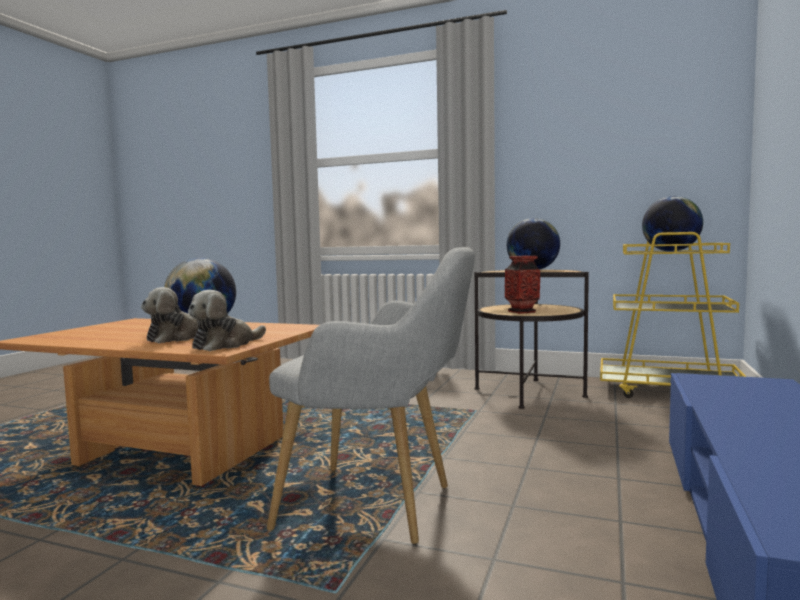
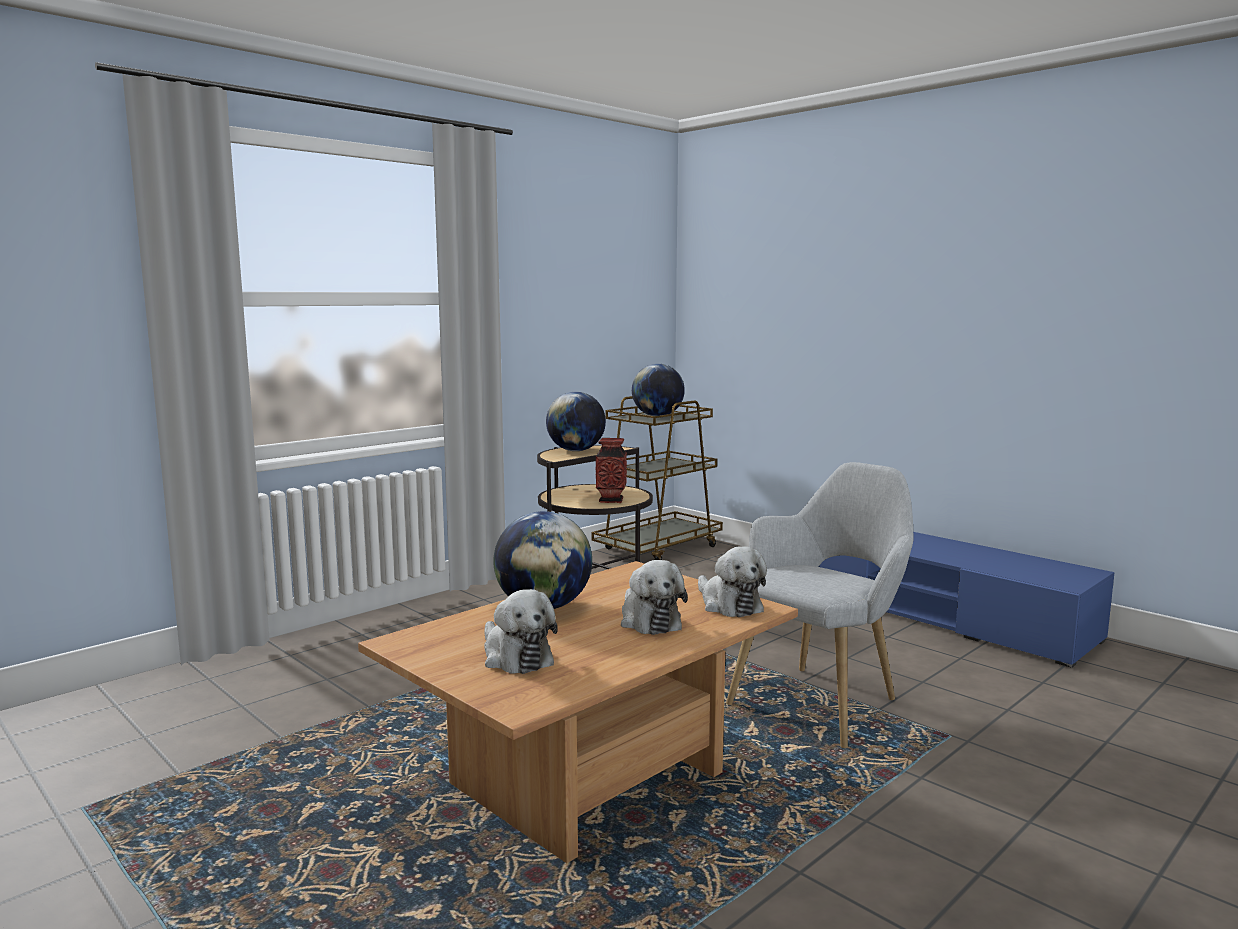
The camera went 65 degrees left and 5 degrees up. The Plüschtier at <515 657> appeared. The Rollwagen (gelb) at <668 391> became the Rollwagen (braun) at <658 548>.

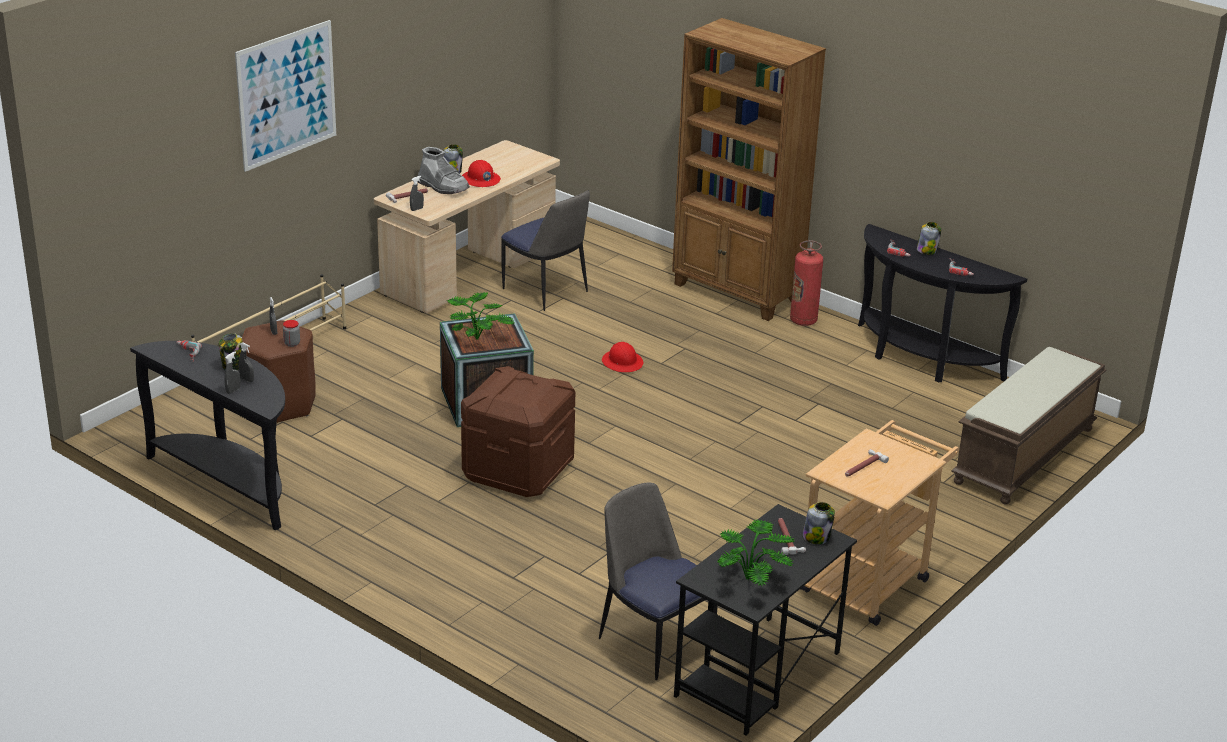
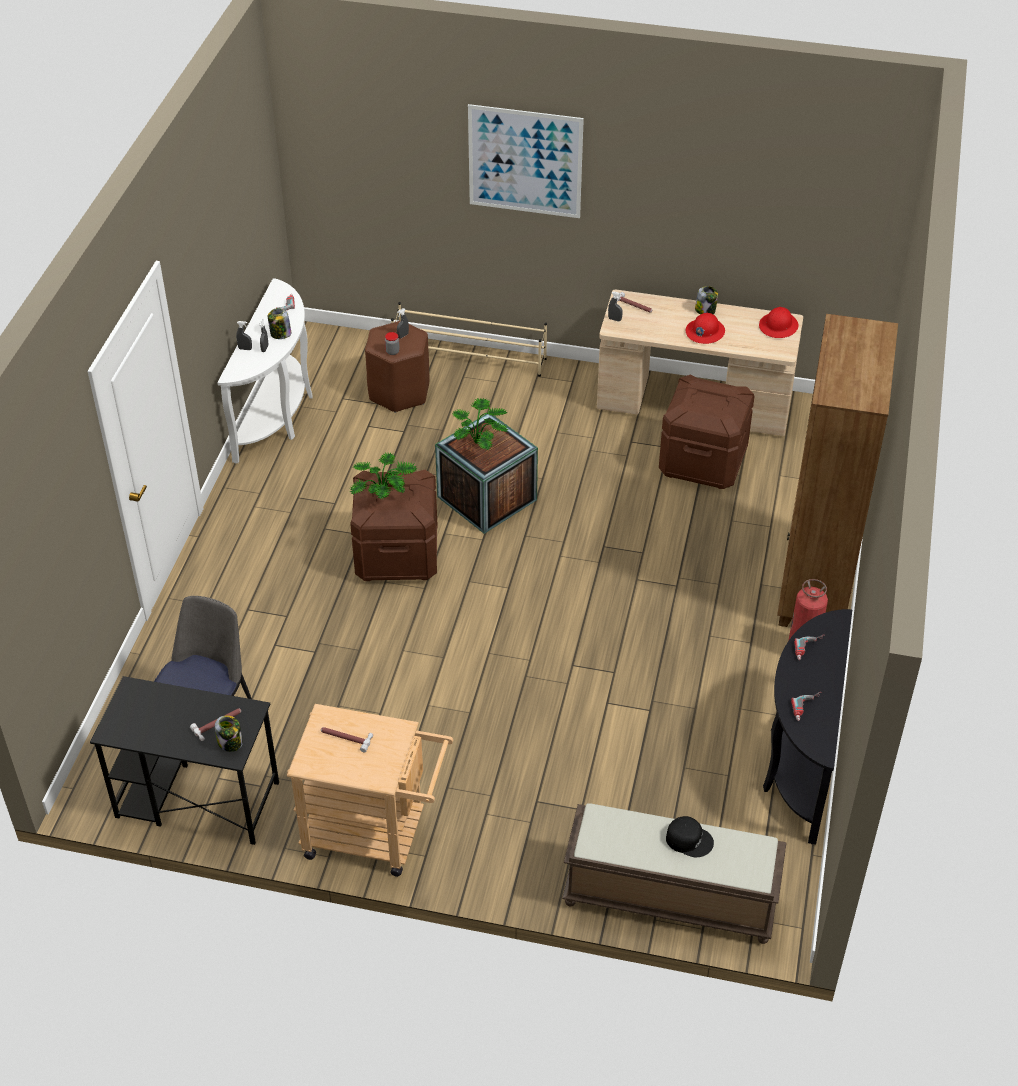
The camera went 65 degrees right and 15 degrees up. The Stiefel (grau) at <443 187> disappeared. The Vorratsglas at <927 250> disappeared. The Kappe (schwarz) at <689 839> appeared. The Schutzhelm (rot) moved from <622 362> to <778 326>. The Topfpflanze moved from <753 579> to <384 495>. The Stuhl at <546 291> was replaced by the Aufbewahrungsbox (braun) at <702 462>. The Konsolentisch (schwarz) at <230 483> became the Konsolentisch (weiß) at <278 414>.

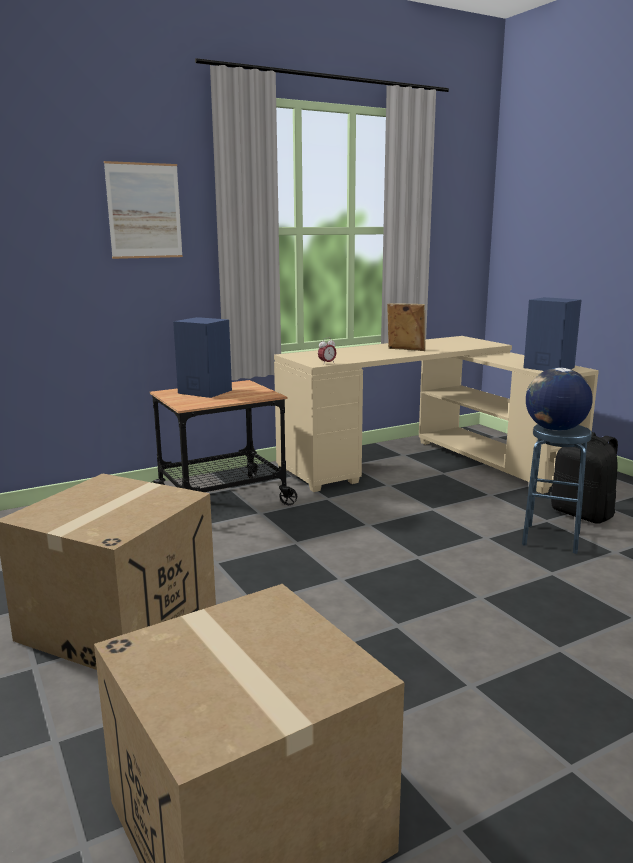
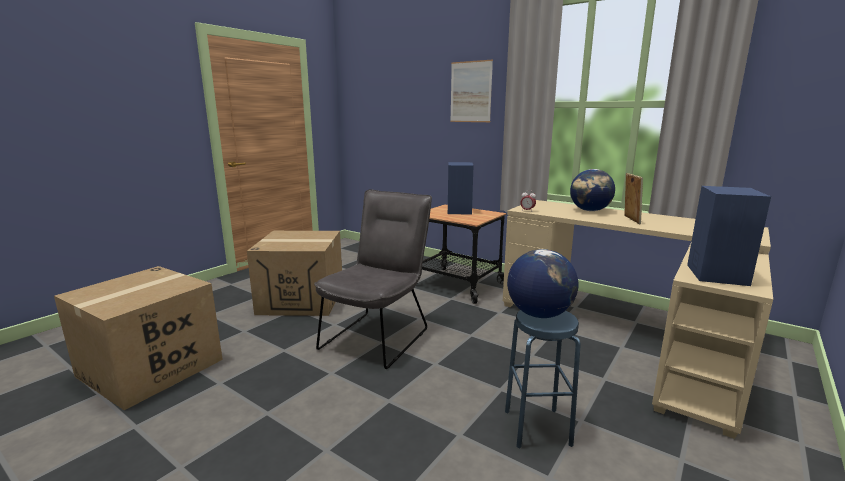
The camera went 65 degrees right and 0 degrees up. The Rucksack (schwarz) at <583 514> disappeared. The Stuhl (grau) at <379 335> appeared. The Globus at <590 210> appeared.

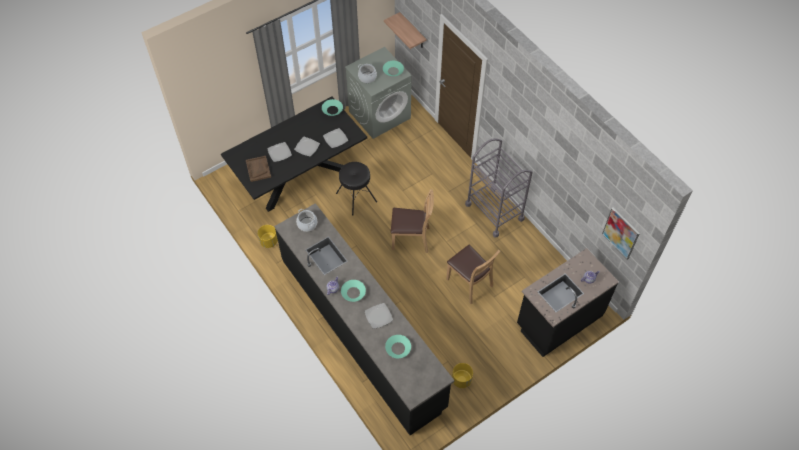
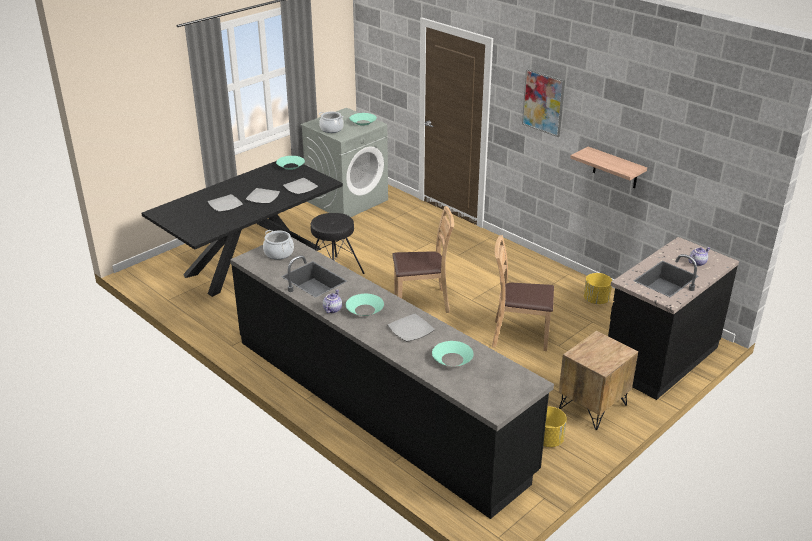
The camera went 10 degrees left and 25 degrees down. The Tablett (braun) at <258 169> disappeared. The Rollwagen (grau) at <494 211> disappeared. The Nachttisch (braun) at <593 407> appeared. The Pflanzkübel (gelb) moved from <269 241> to <596 300>. The Wandregal moved from <412 31> to <615 168>. The Bild moved from <621 233> to <543 102>. The Stuhl (braun) at <469 283> turned 150 degrees clockwise.

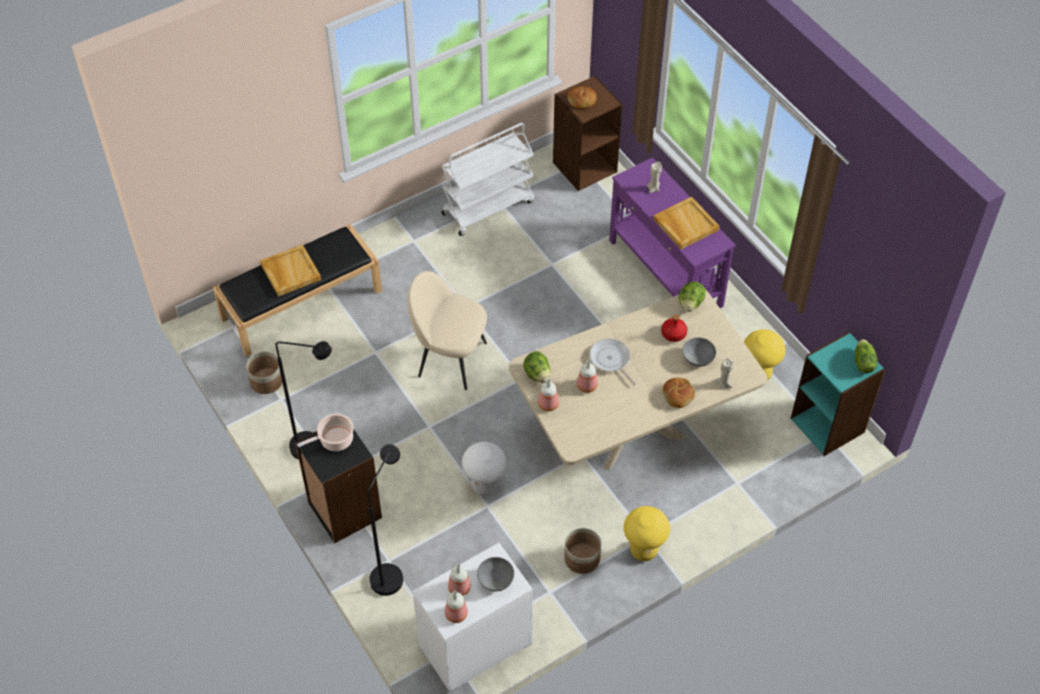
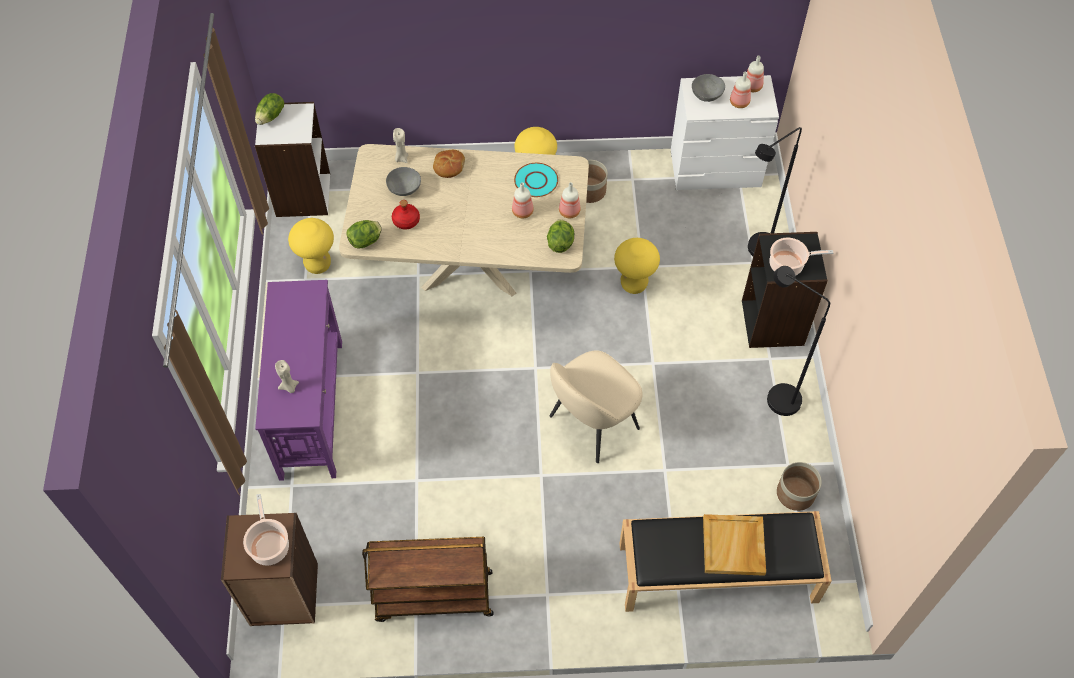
The camera went 150 degrees left and 5 degrees up. The Pfanne at <611 360> disappeared. The Tablett (beige) at <685 224> disappeared. The Teller (türkis) at <536 180> appeared. The Brot at <582 101> was replaced by the Kochtopf at <269 545>. The Rollwagen (weiß) at <488 207> became the Rollwagen (braun) at <433 597>. The Hocker (weiß) at <485 486> became the Hocker (gelb) at <633 284>. The Bücherregal (türkis) at <828 425> became the Bücherregal (weiß) at <302 195>. The Stuhl (beige) at <450 358> turned 90 degrees clockwise.

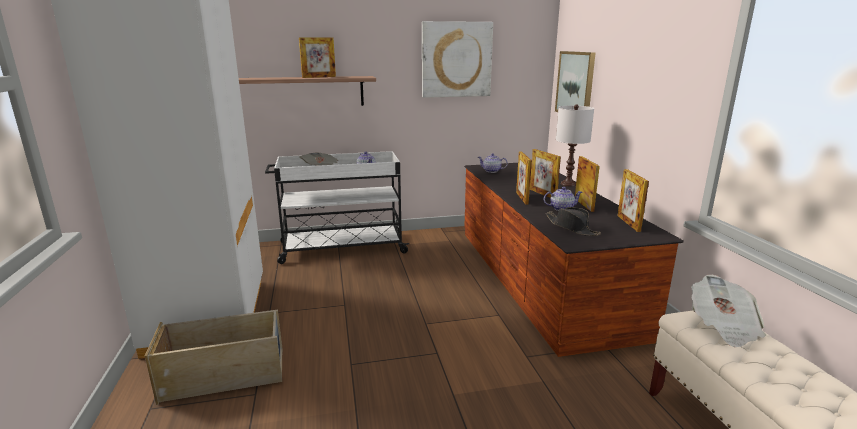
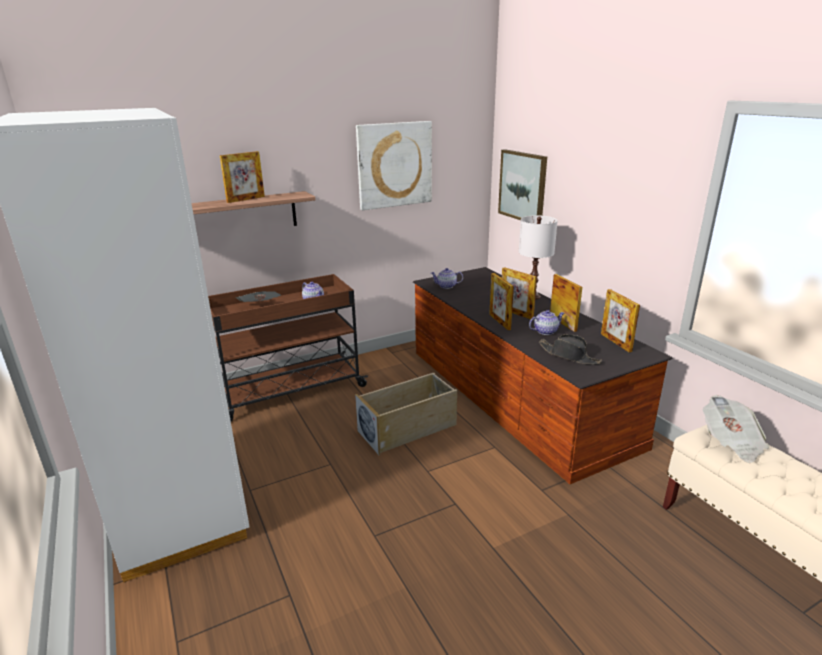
The camera went 15 degrees left and 5 degrees up. The Aufbewahrungsbox (beige) moved from <225 375> to <408 428>. The Rollwagen (weiß) at <341 248> became the Rollwagen (braun) at <289 390>.

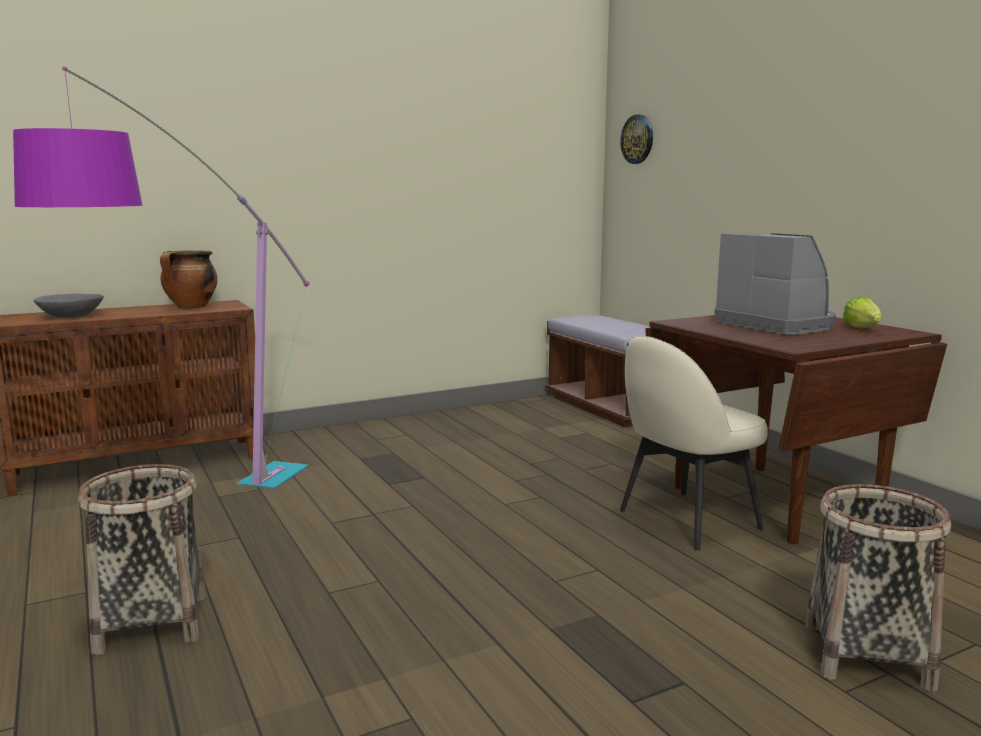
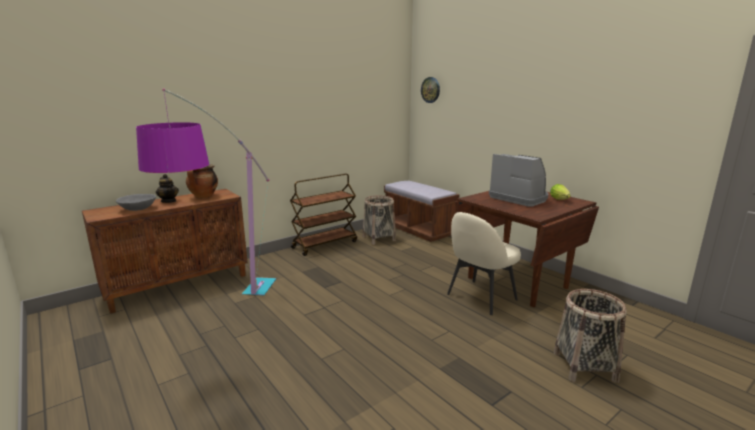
The camera went 10 degrees left and 5 degrees up. The Teekanne at <169 201> appeared. The Rollwagen (braun) at <325 244> appeared. The Korb moved from <152 622> to <379 238>.

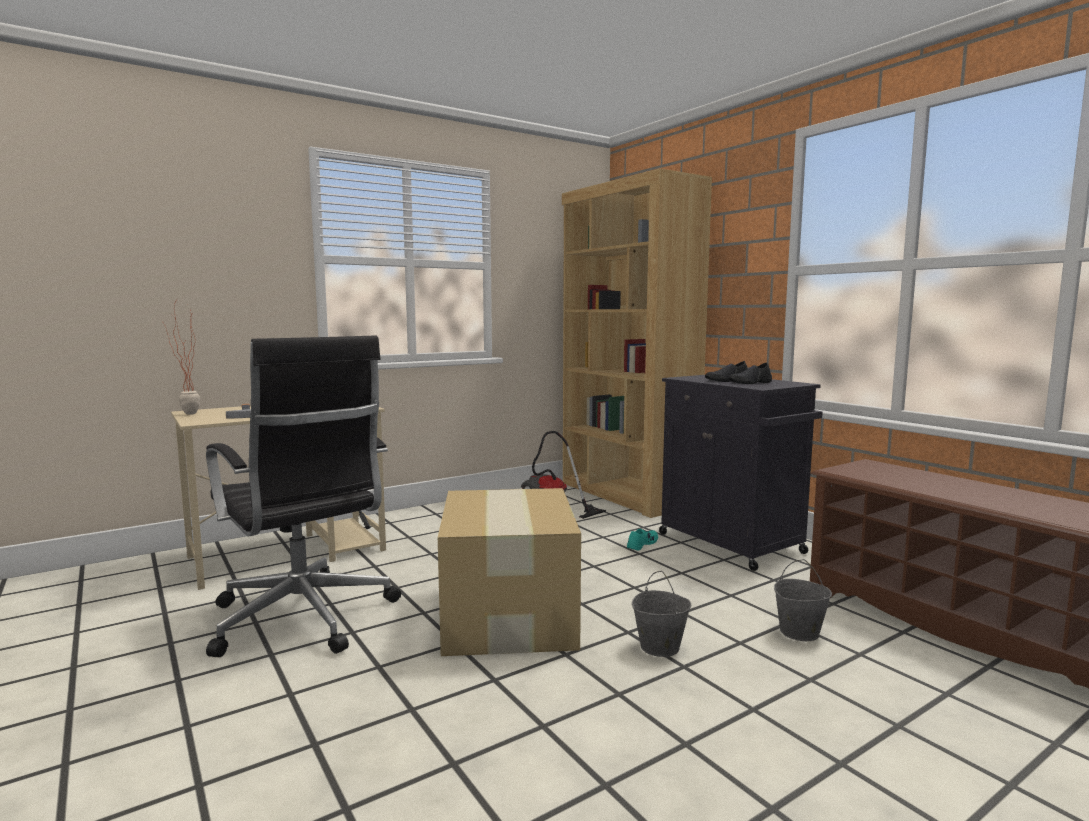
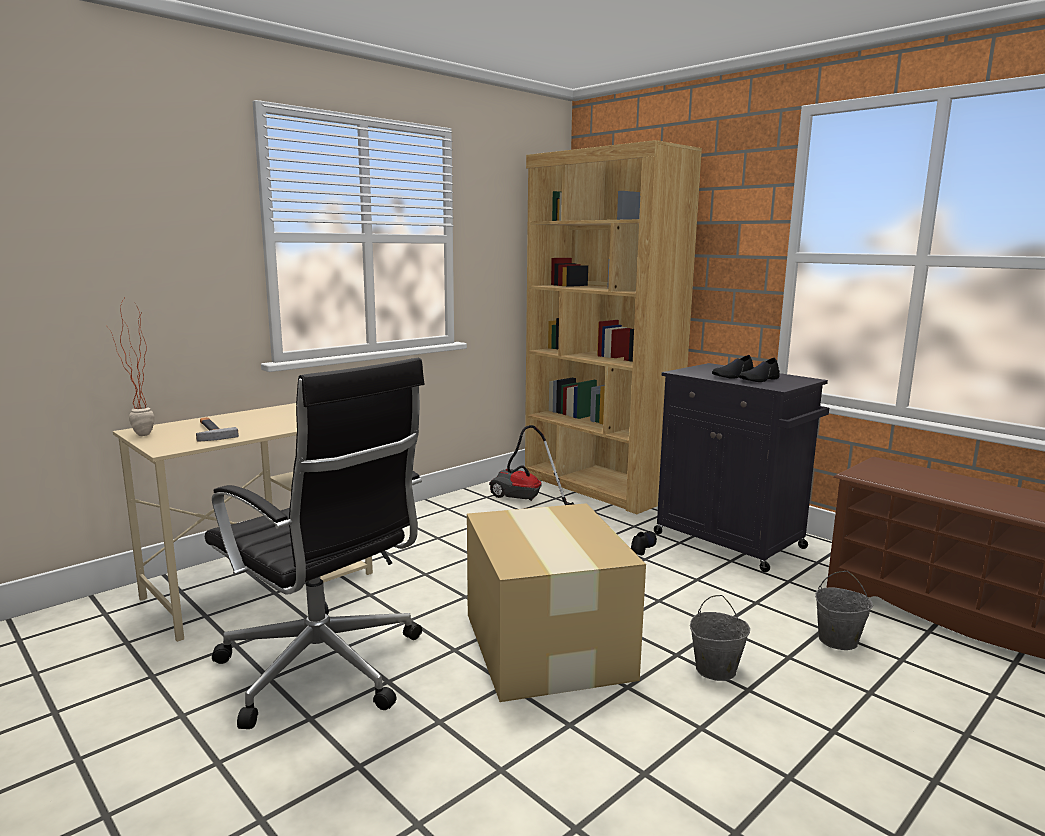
The camera went 10 degrees left and 5 degrees up. The Schuh (türkis) at <642 544> became the Schuh (schwarz) at <642 547>.

